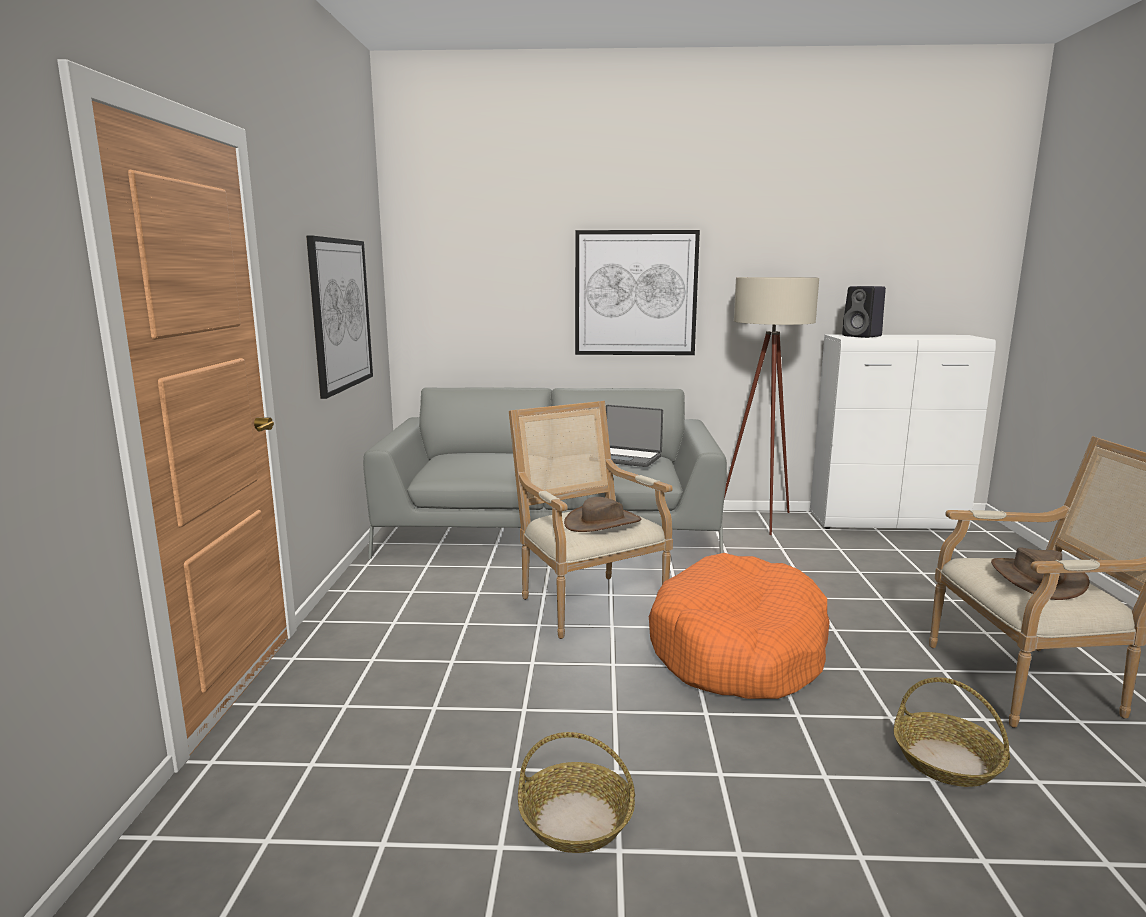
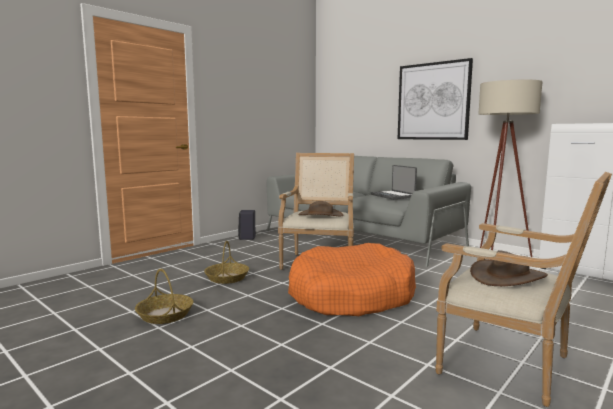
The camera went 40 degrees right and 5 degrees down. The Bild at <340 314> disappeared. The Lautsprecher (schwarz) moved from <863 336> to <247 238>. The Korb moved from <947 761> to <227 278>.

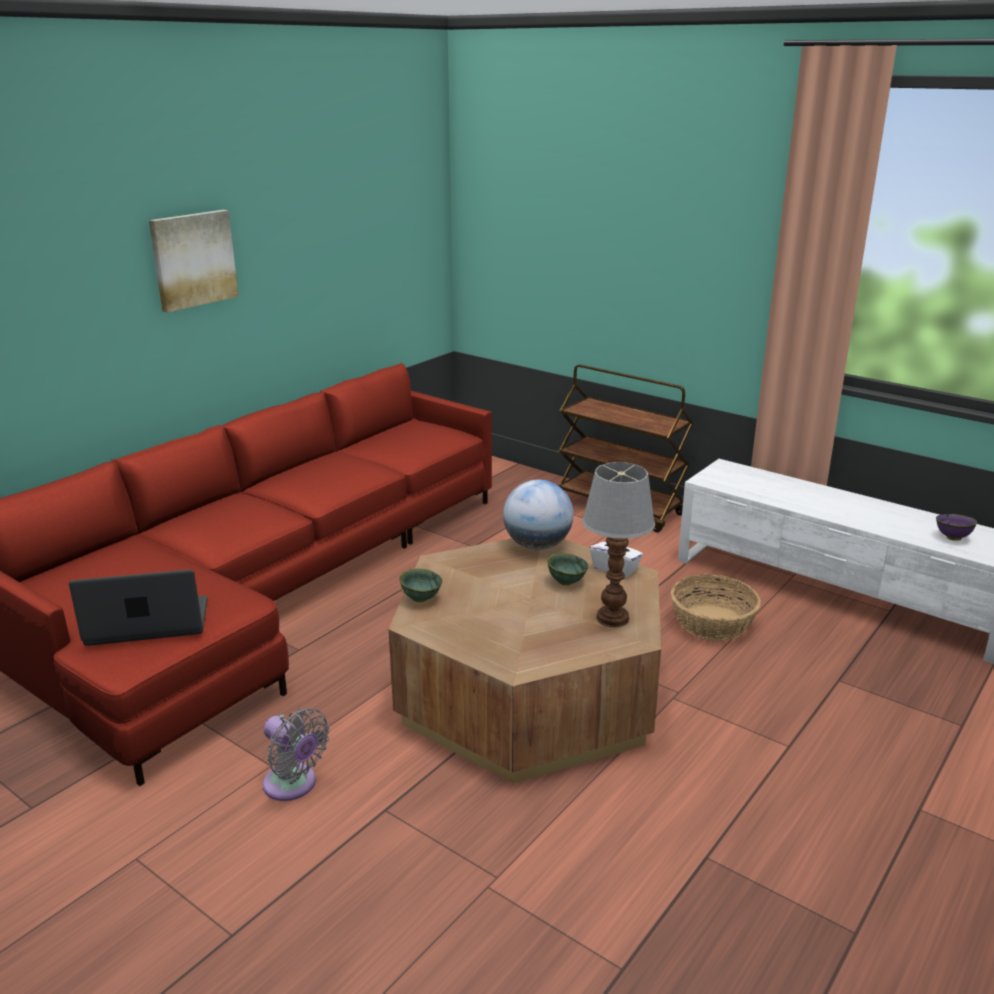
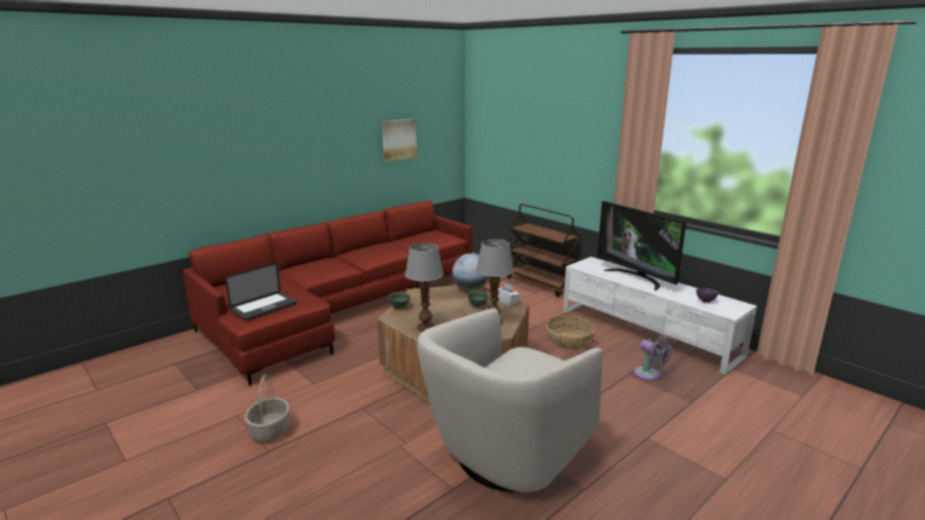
The camera went 10 degrees right and 5 degrees down. The Korb at <269 431> appeared. The Tischlampe at <425 328> appeared. The Sessel (beige) at <508 455> appeared. The Fernseher at <636 277> appeared. The Bild moved from <193 259> to <398 139>. The Ventilator (grau) moved from <293 785> to <649 375>. The Laptop at <148 623> turned 135 degrees clockwise.

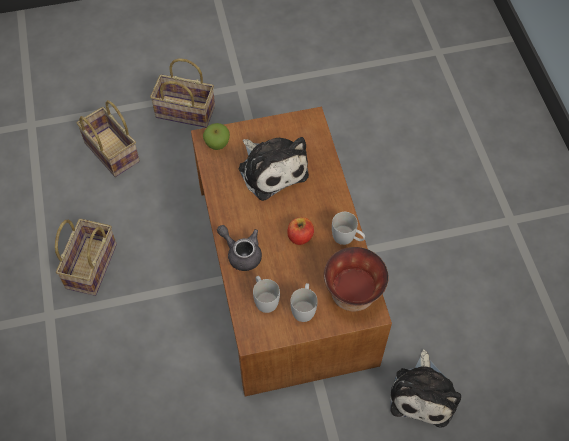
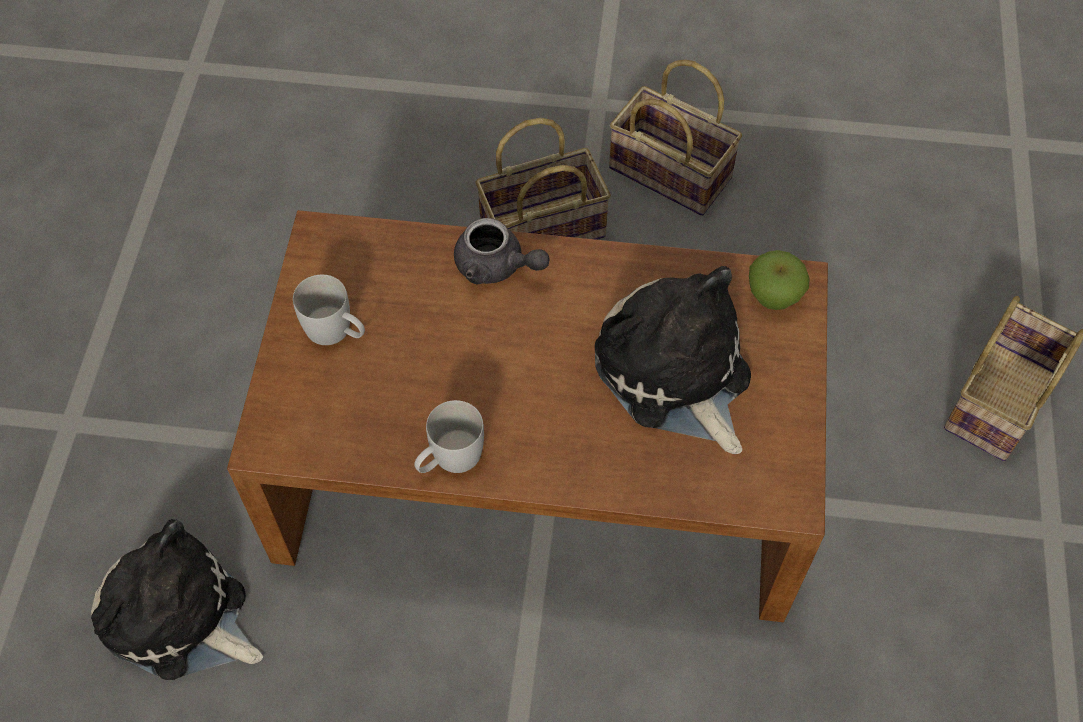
The camera went 110 degrees right and 0 degrees up. The Henkelbecher (weiß) at <264 298> disappeared. The Apfel at <300 237> disappeared. The Schüssel at <352 293> disappeared. The Korb moved from <110 152> to <544 227>. The Teekanne (grau) at <241 253> turned 60 degrees clockwise. The Plüschtier at <271 169> turned 75 degrees clockwise.

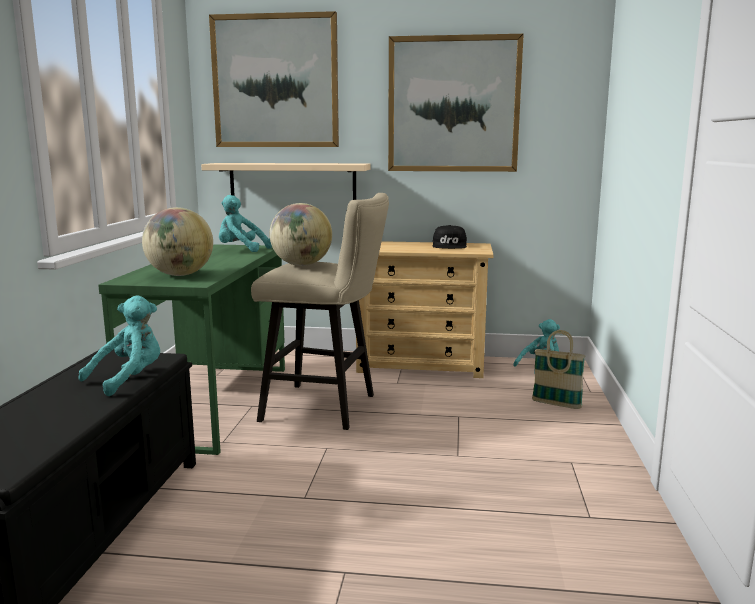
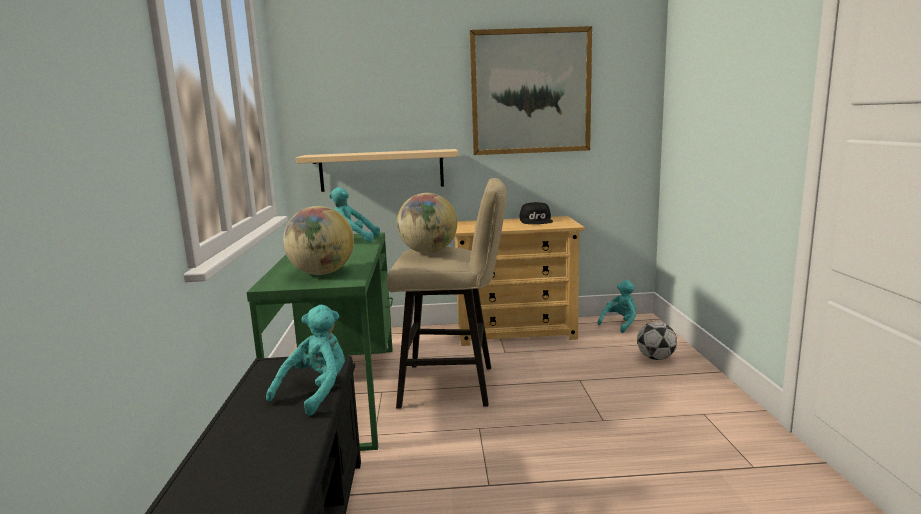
The camera went 10 degrees left and 0 degrees up. The Bild at <275 82> disappeared. The Korb at <556 404> was replaced by the Fußball at <655 358>.

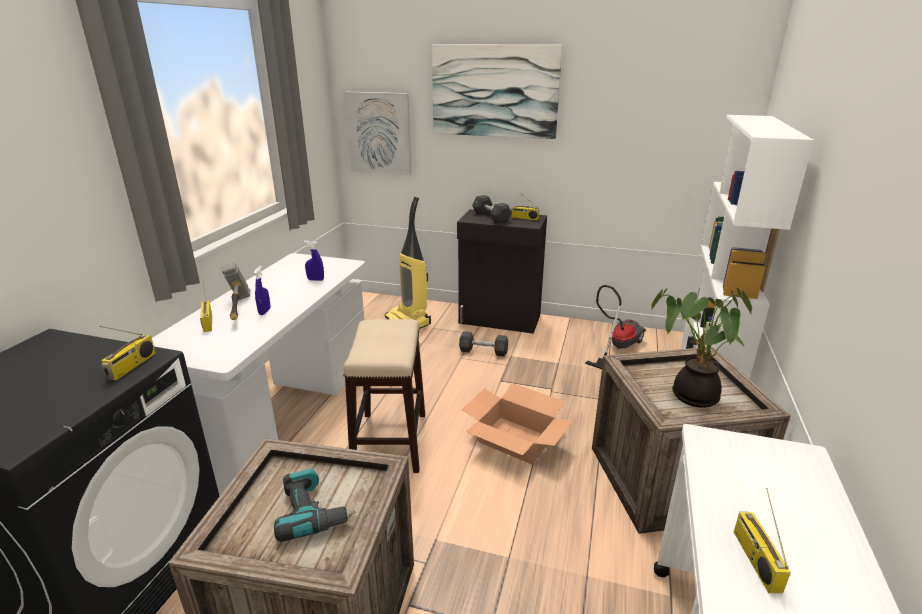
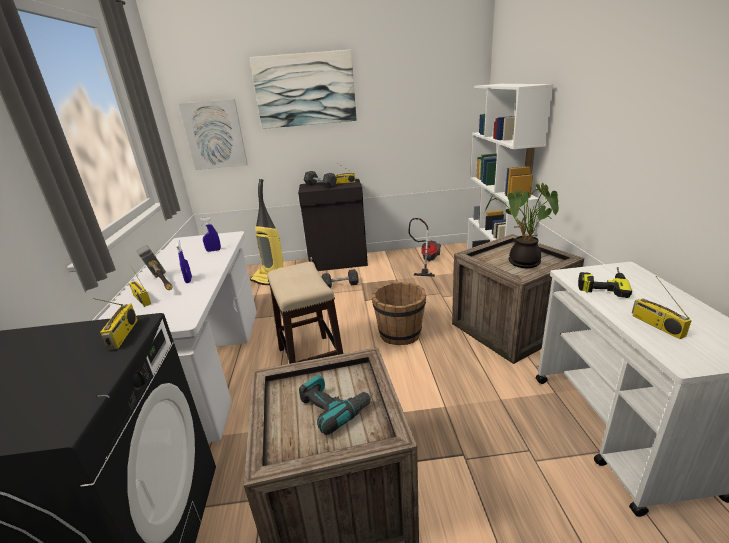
The camera went 20 degrees left and 0 degrees up. The Bohrmaschine at <602 283> appeared. The Karton at <515 440> was replaced by the Eimer (braun) at <400 333>.

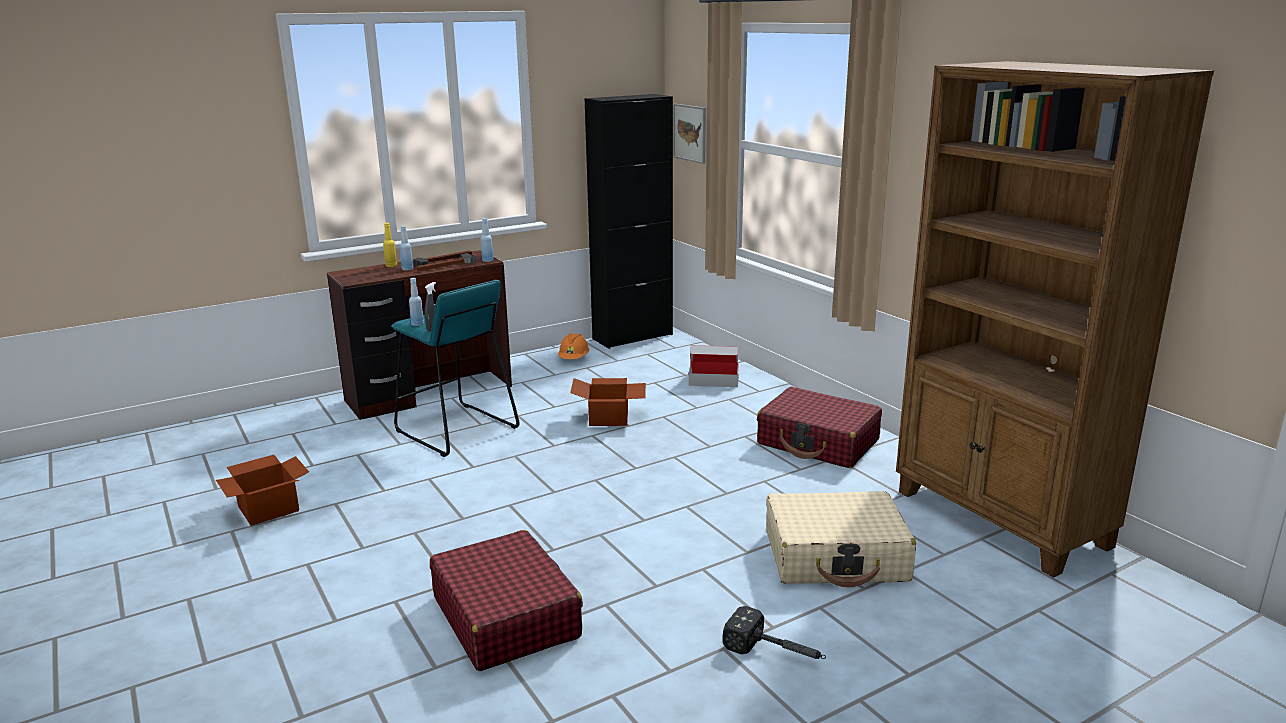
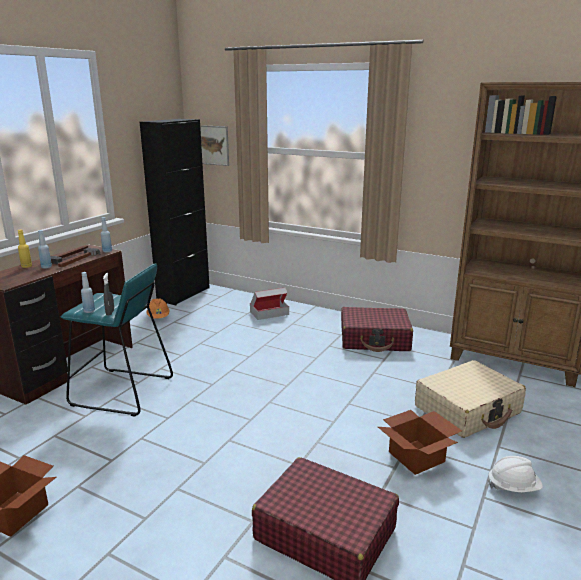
The camera went 30 degrees left and 0 degrees up. The Karton moved from <610 418> to <418 457>. The Hammer at <776 652> was replaced by the Schutzhelm (weiß) at <513 487>.

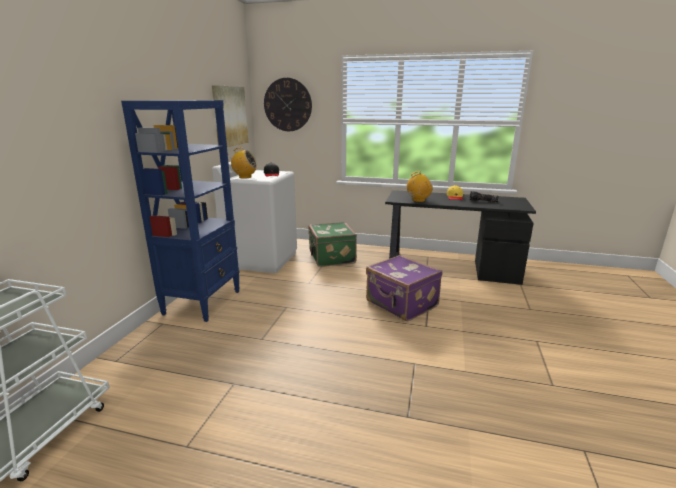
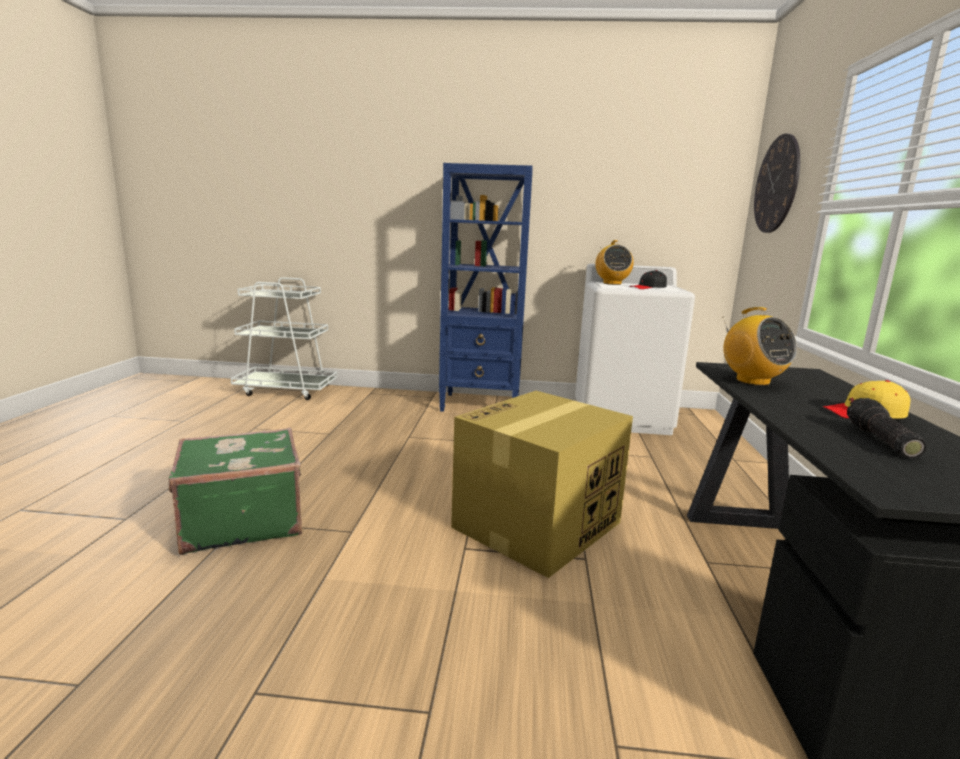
The camera went 80 degrees right and 5 degrees down. The Bild at <230 116> disappeared. The Koffer (grün) moved from <331 258> to <241 520>. The Koffer (lila) at <401 304> was replaced by the Karton at <536 526>.

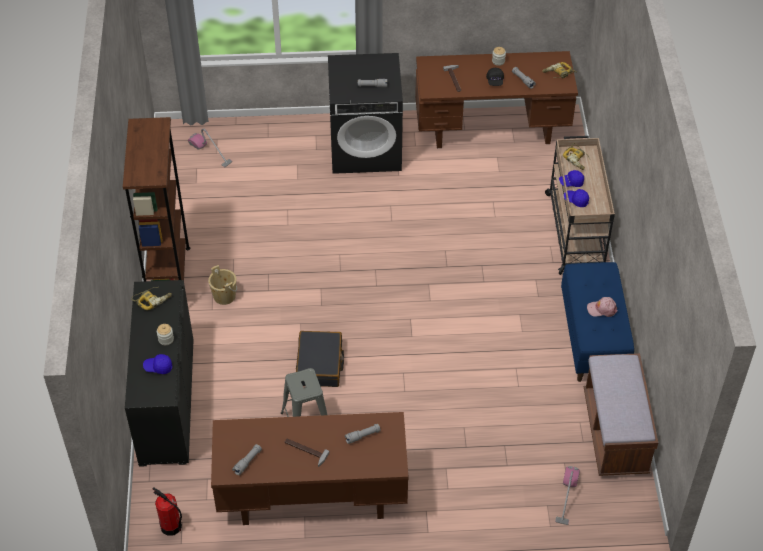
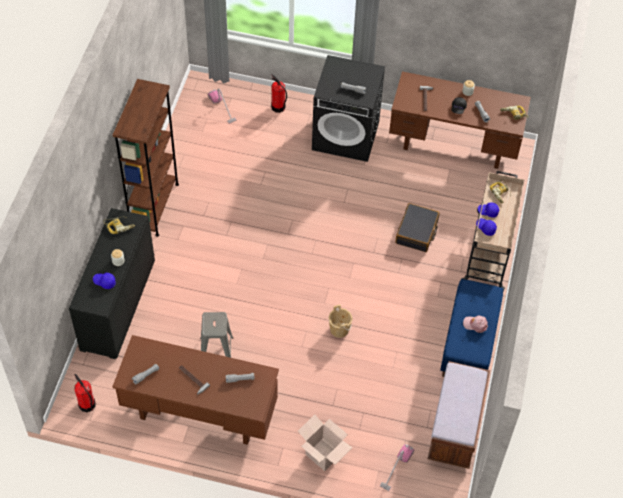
The camera went 15 degrees right and 5 degrees up. The Feuerlöscher at <278 107> appeared. The Karton at <323 454> appeared. The Eimer (beige) moved from <224 296> to <339 329>. The Koffer (schwarz) moved from <320 364> to <417 232>.

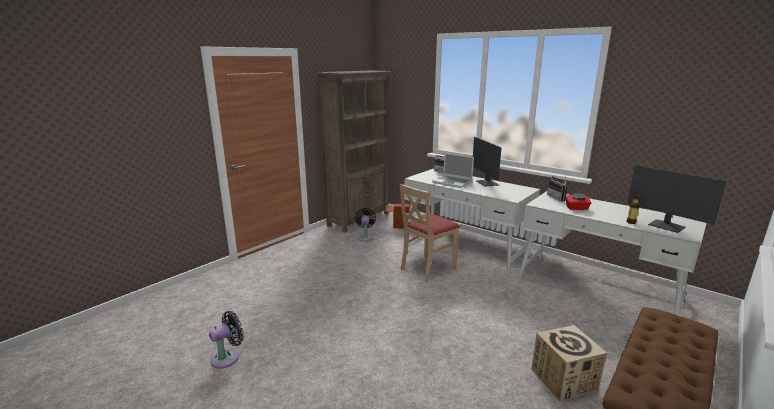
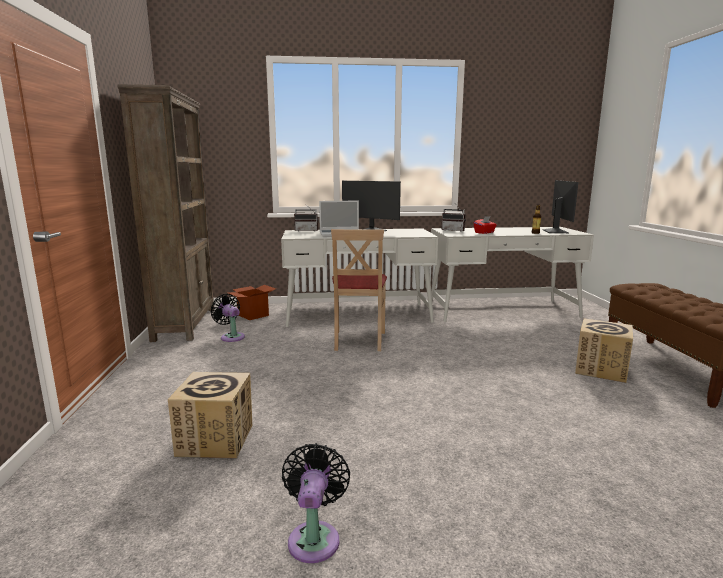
The camera went 45 degrees left and 5 degrees down. The Karton at <216 439> appeared. The Monitor at <666 226> turned 90 degrees counterclockwise.

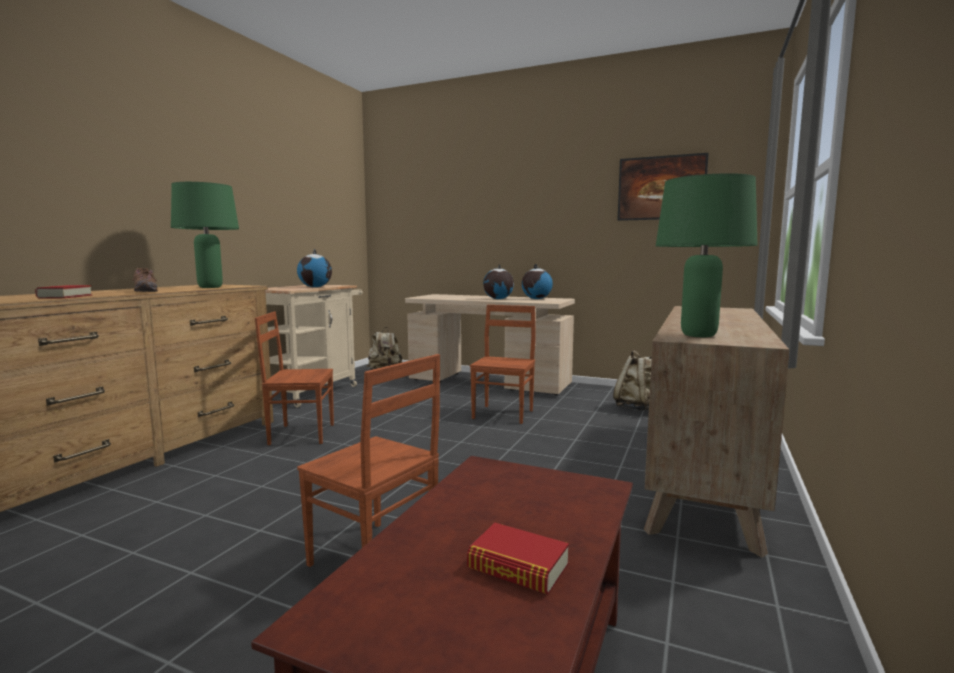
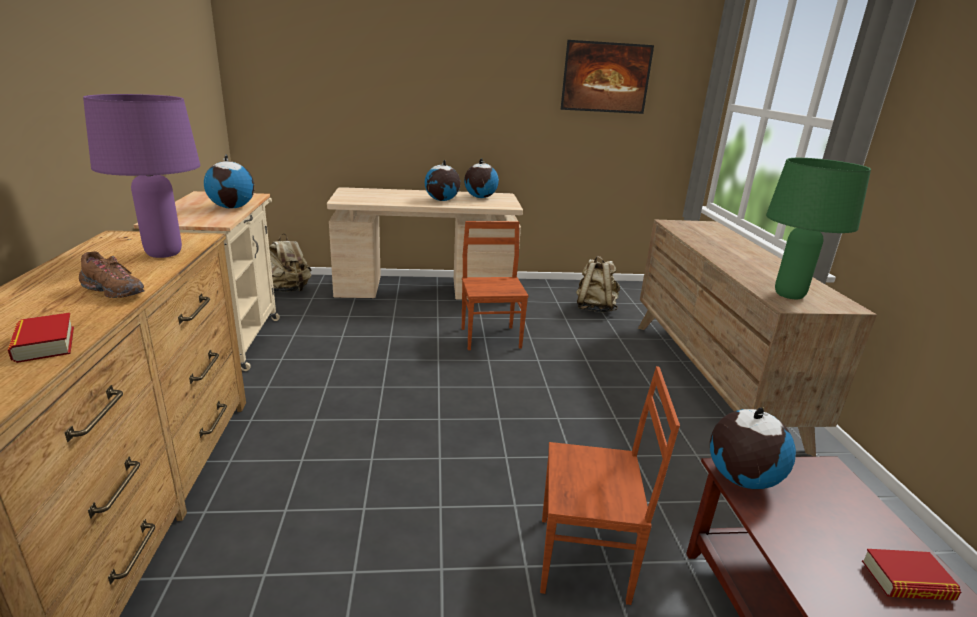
The camera went 30 degrees left and 15 degrees up. The Stuhl (braun) at <301 434> disappeared. The Globus at <741 478> appeared. The Tischlampe (grün) at <209 287> became the Tischlampe (lila) at <163 254>.

